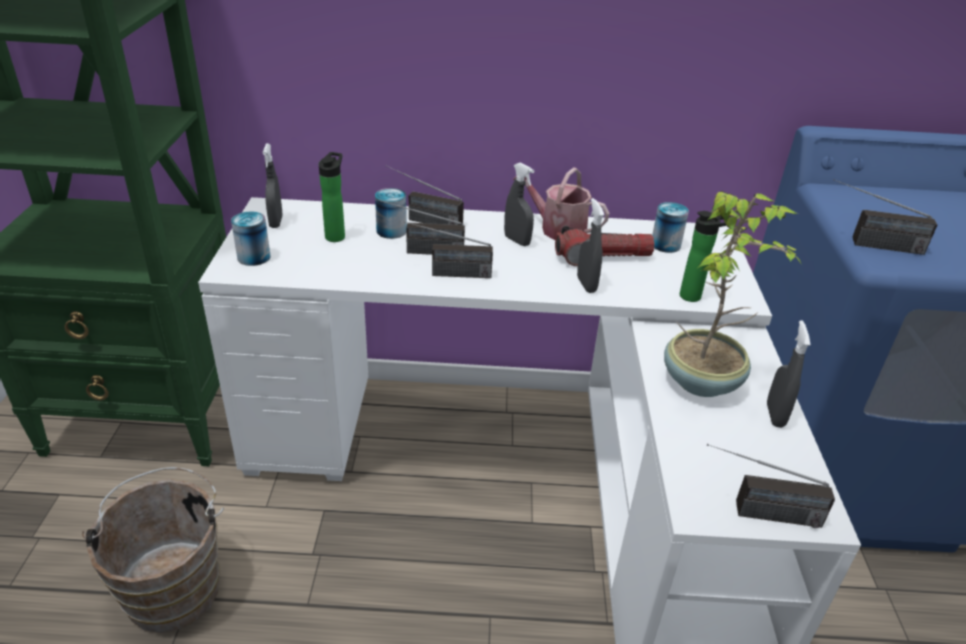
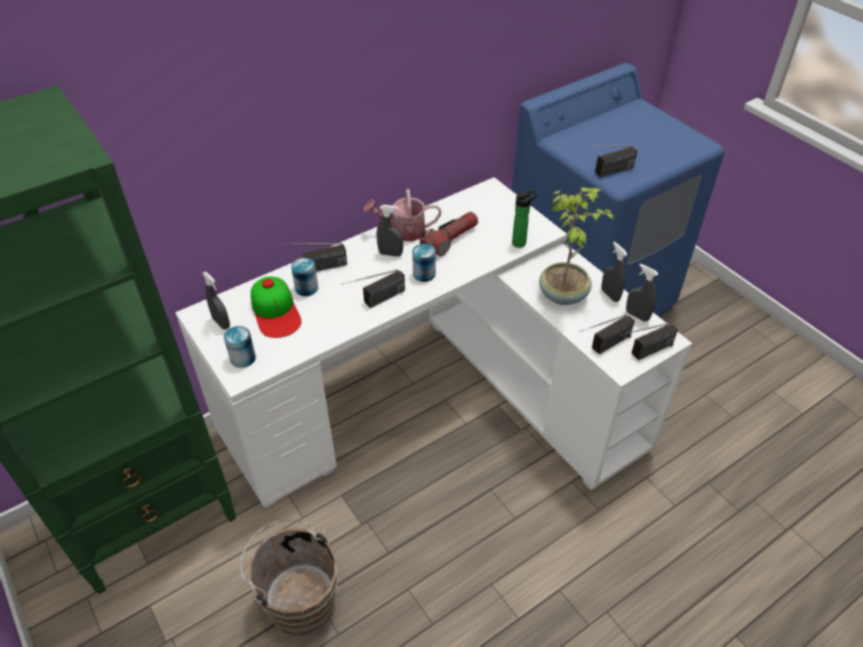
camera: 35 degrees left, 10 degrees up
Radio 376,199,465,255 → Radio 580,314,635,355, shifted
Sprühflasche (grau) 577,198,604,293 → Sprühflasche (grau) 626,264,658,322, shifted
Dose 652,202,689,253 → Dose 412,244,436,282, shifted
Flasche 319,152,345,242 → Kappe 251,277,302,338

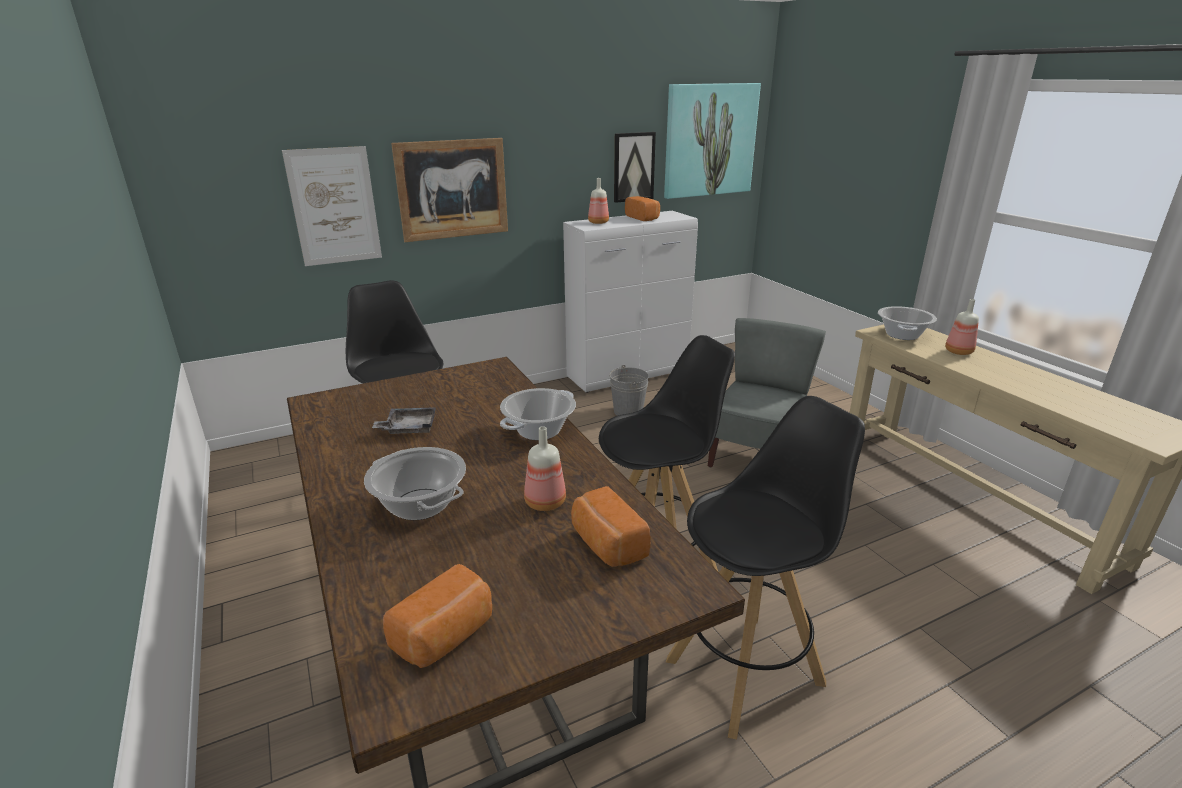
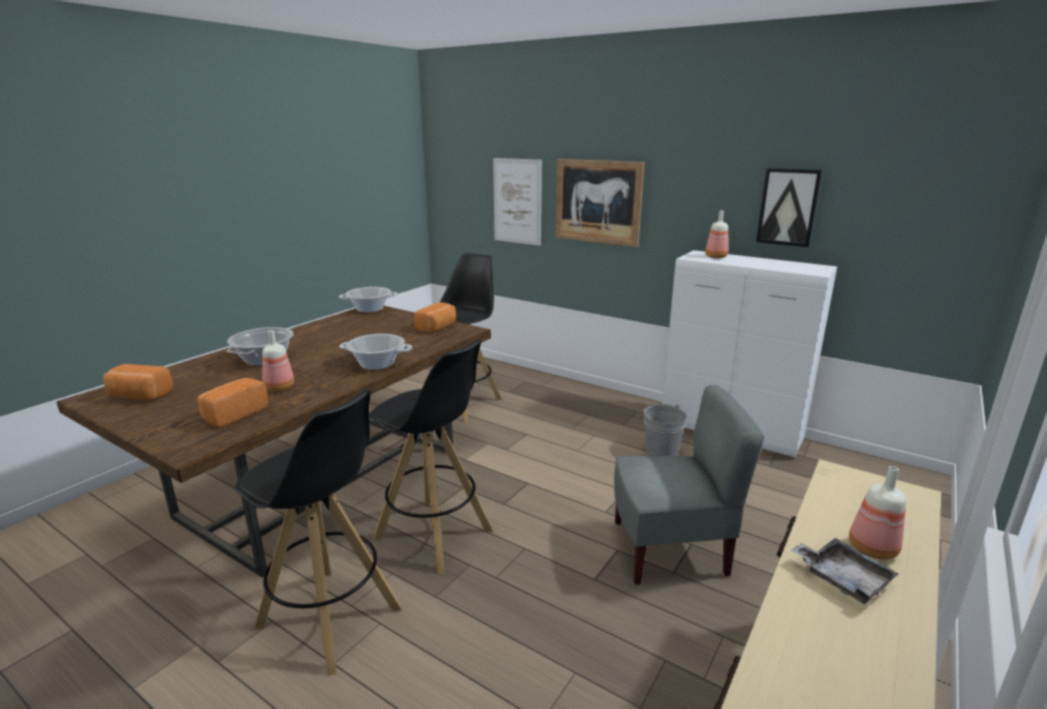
camera: 60 degrees right, 5 degrees down
Bild 664,83,761,199 → -
Tablett (grau) 372,407,436,434 → Tablett (grau) 791,538,899,604, shifted
Brot 625,196,660,221 → Brot 415,302,456,333, shifted
Kochtopf 878,306,937,340 → Kochtopf 339,287,398,313, shifted

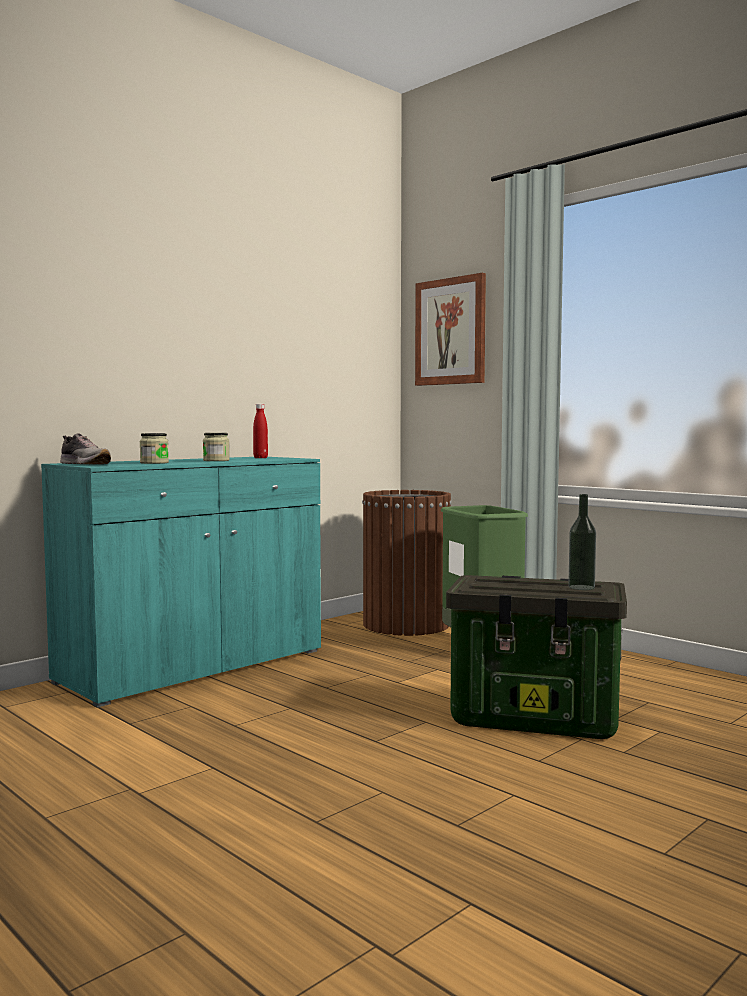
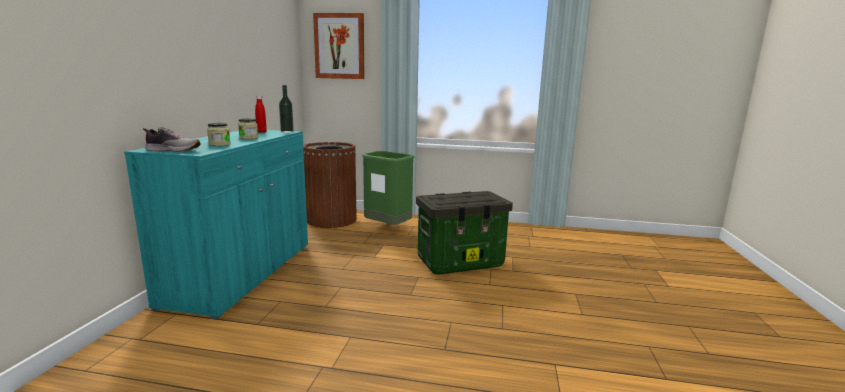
camera: 35 degrees left, 10 degrees up
Flasche 568,494,596,590 → Flasche 279,85,294,133, shifted

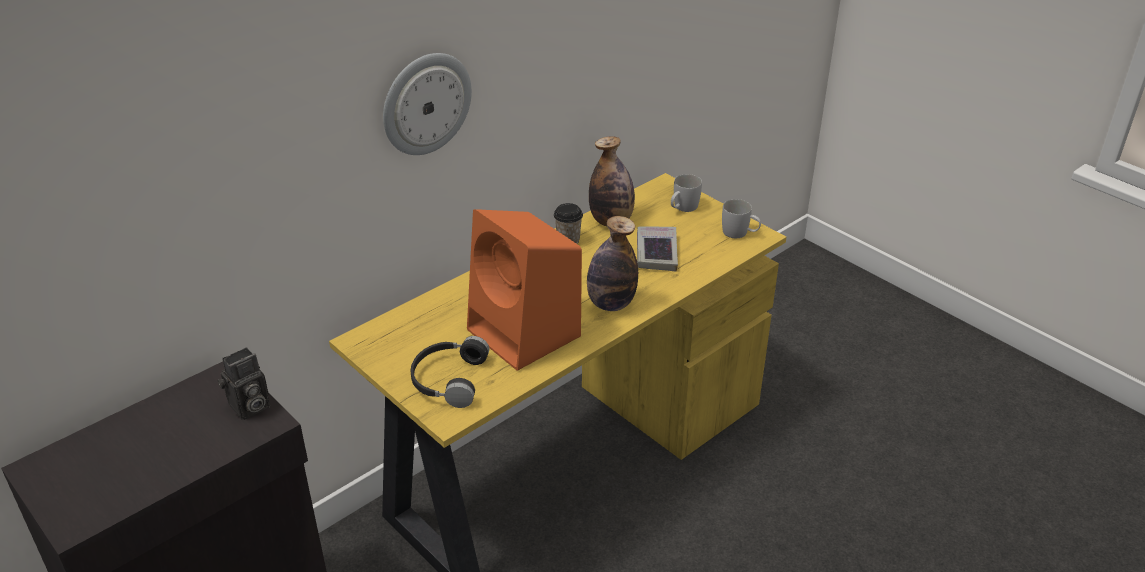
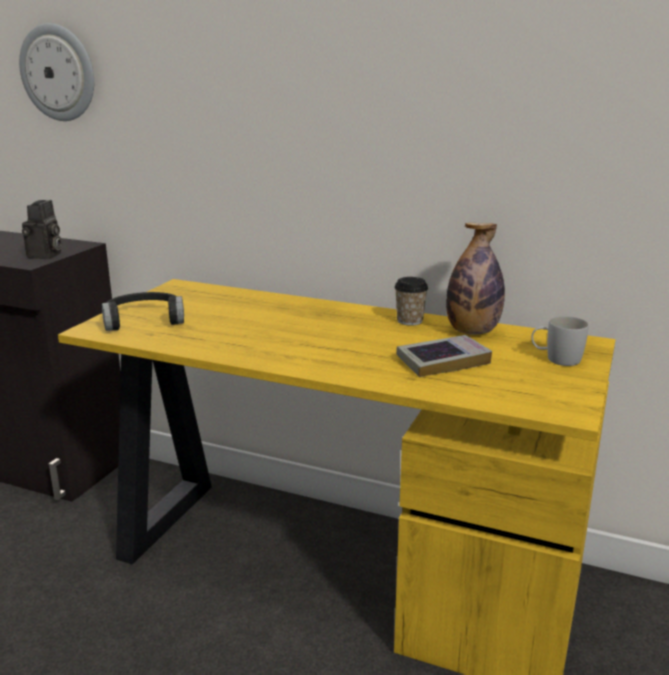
camera: 65 degrees right, 15 degrees down
Lautsprecher (orange) 467,209,582,371 → -
Flasche 587,216,638,311 → -
Henkelbecher (weiß) 722,199,761,238 → -
Wanduhr 383,53,472,155 → Wanduhr 19,23,94,121, shifted
Kamera 218,347,270,420 → Kamera 22,200,62,259, 105 degrees counterclockwise

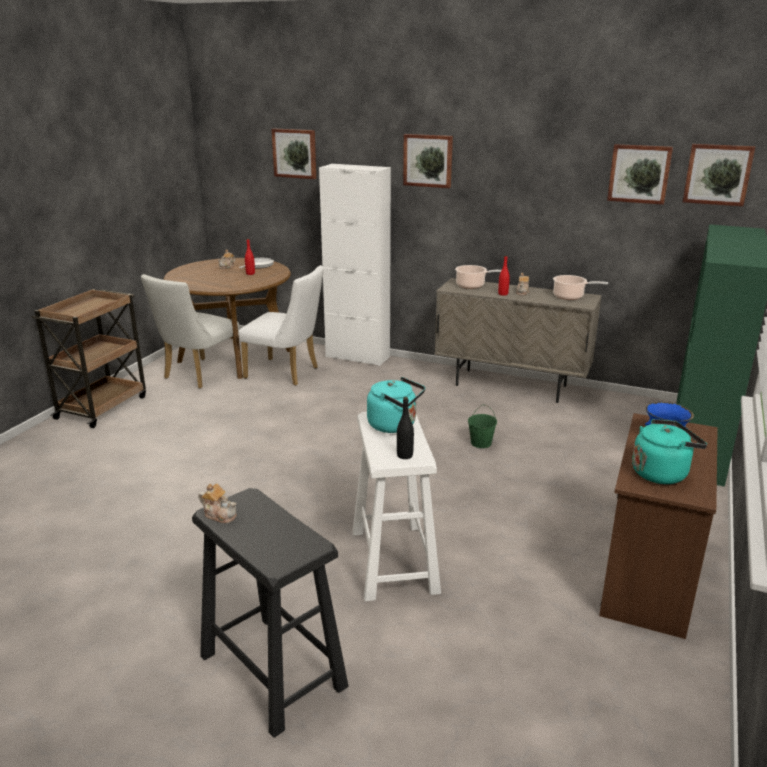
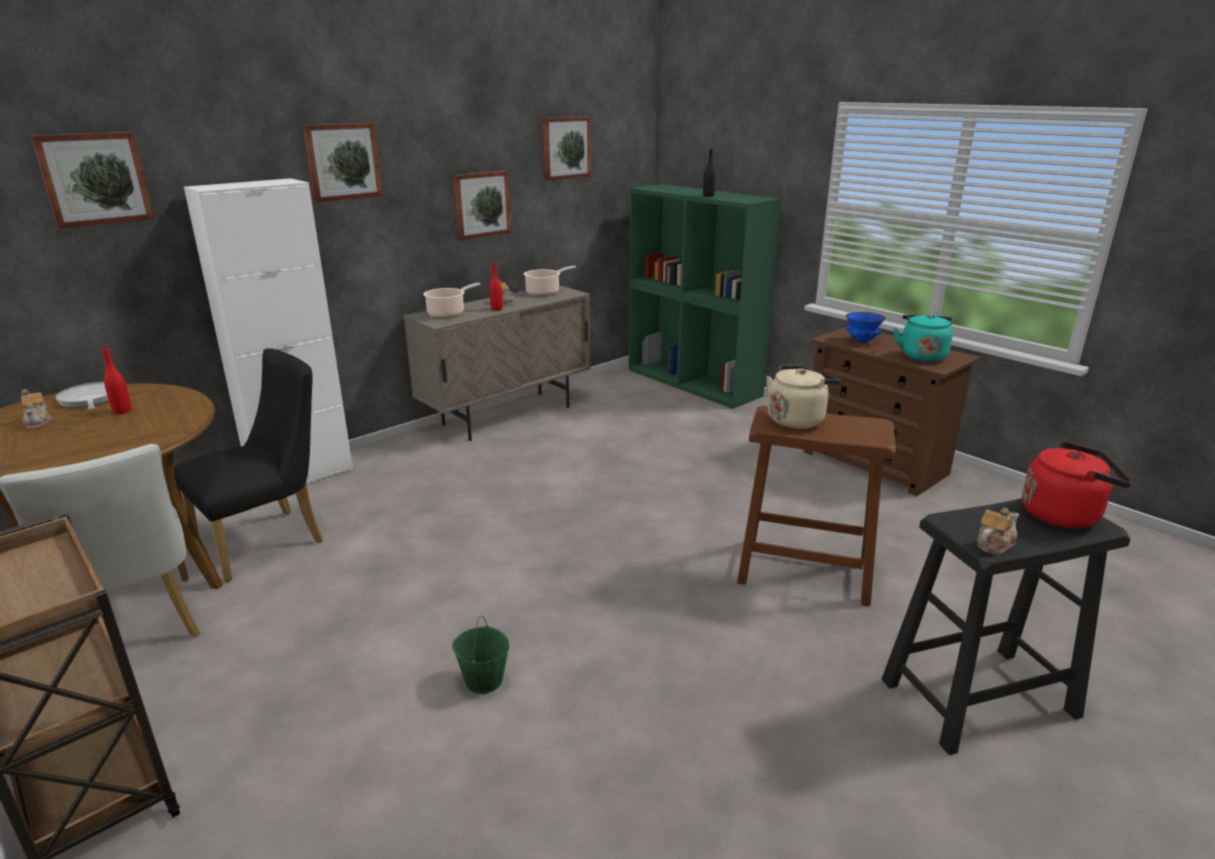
camera: 65 degrees left, 0 degrees up
- → Wasserkessel (rot) 1022,442,1132,528
Flasche (schwarz) 397,397,414,459 → Flasche (schwarz) 703,148,716,197, shifted
Eimer (grün) 468,404,497,448 → Eimer (grün) 452,616,510,694, shifted
Bild 683,144,755,206 → Bild 453,171,512,240, shifted
Stuhl (weiß) 238,265,324,386 → Stuhl (schwarz) 174,348,323,582
Hocker (weiß) 353,412,441,601 → Hocker (braun) 737,406,896,606
Wasserkessel (türkis) 367,377,425,433 → Wasserkessel (beige) 766,365,841,429

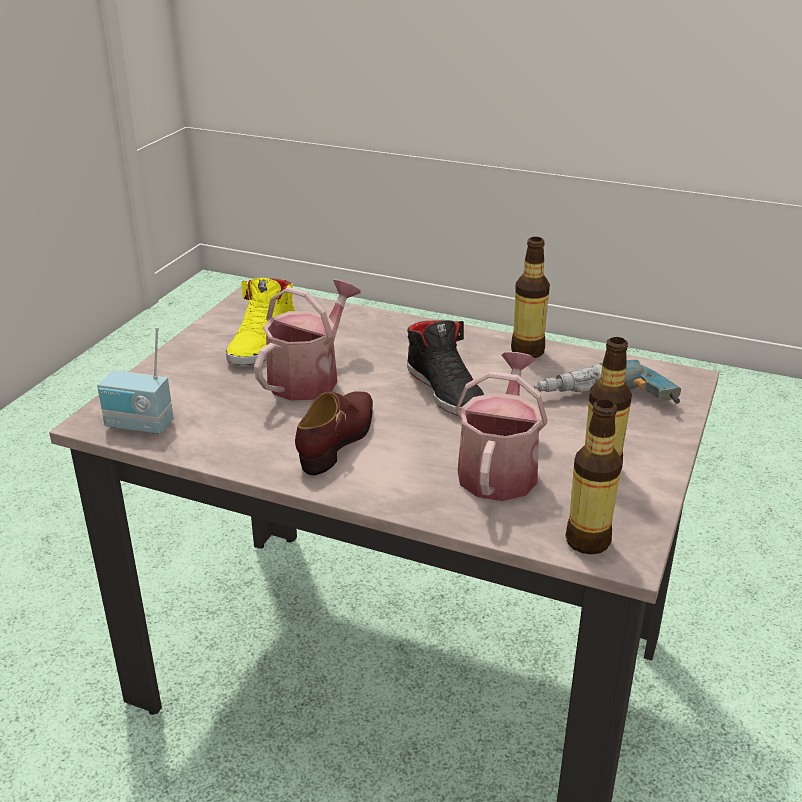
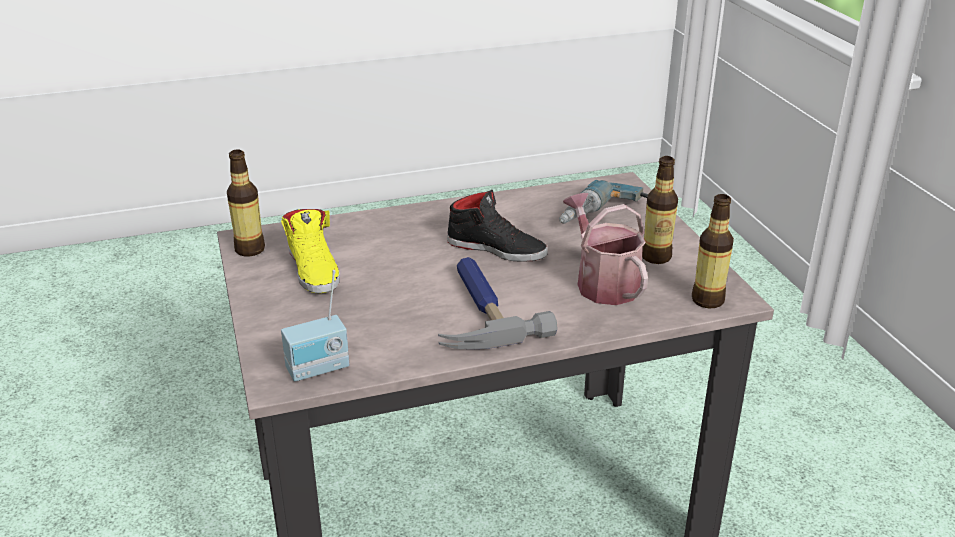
camera: 40 degrees left, 0 degrees up
Gießkanne 254,279,361,401 → -
Flasche 511,237,550,358 → Flasche 227,149,265,257, shifted
Schuh (braun) 295,391,373,475 → Hammer 438,257,558,349

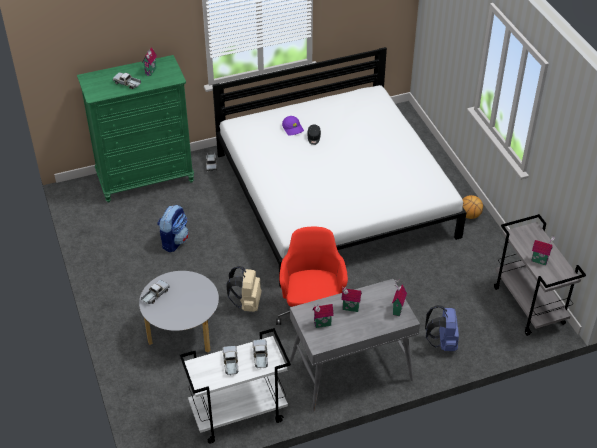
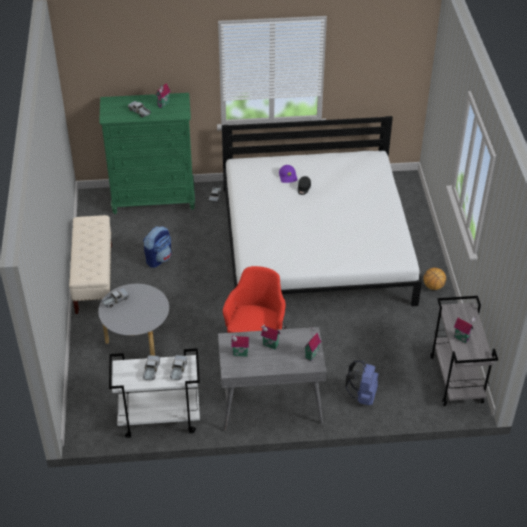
camera: 15 degrees right, 0 degrees up
Rucksack (beige) 226,266,262,312 → -
- → Bank (beige) 69,215,112,314

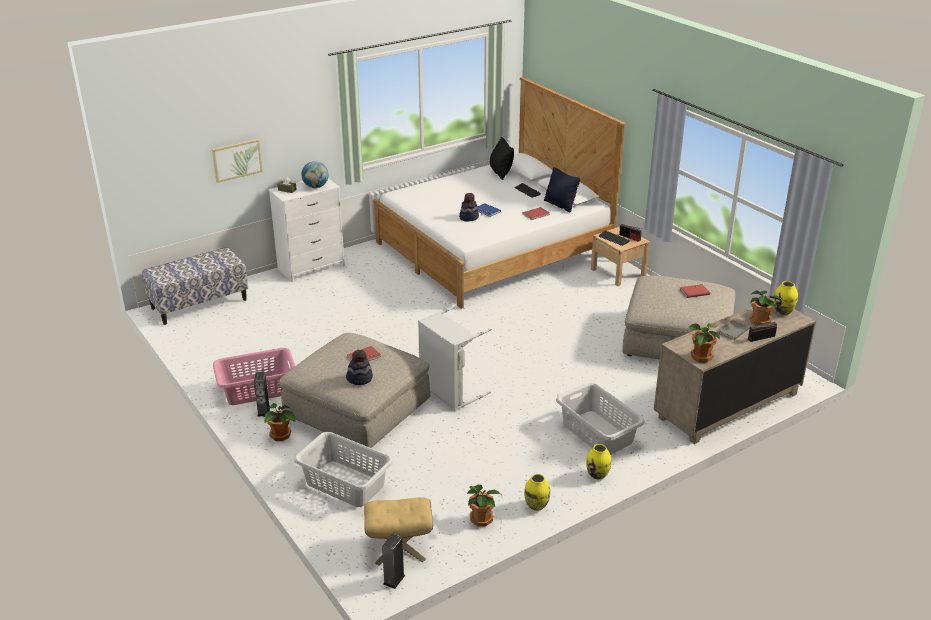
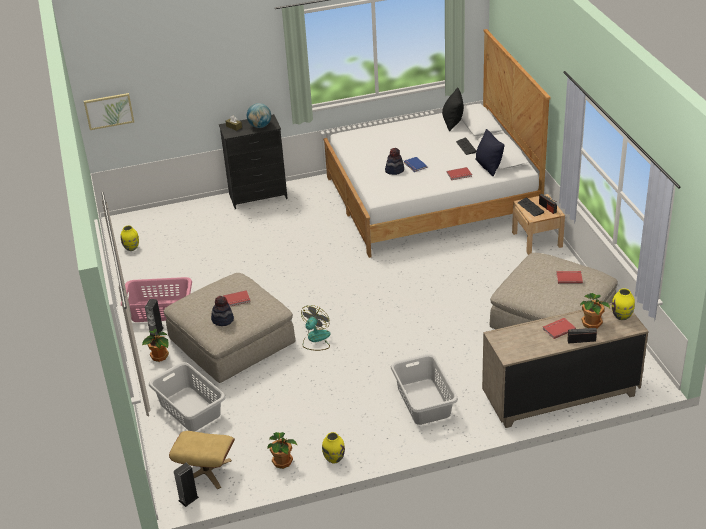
camera: 20 degrees right, 5 degrees up
Bank 142,247,248,325 → -
Topfpflanze 689,323,720,362 → -
Bild 212,139,263,183 → Bild 84,93,134,130, shifted
Vase (gelb) 586,444,611,480 → Vase (gelb) 120,226,139,251, shifted
Wäschekorb (grau) 418,306,492,411 → Ventilator 301,305,330,351
Kommode (weiß) 268,179,345,282 → Kommode (schwarz) 219,114,288,209
Buch (grau) 717,320,749,340 → Buch (rot) 543,318,576,339

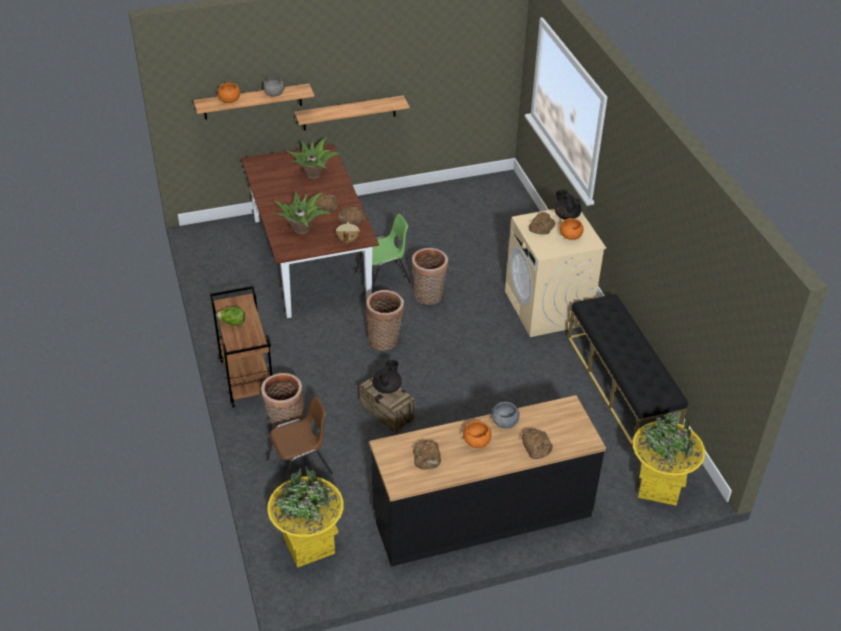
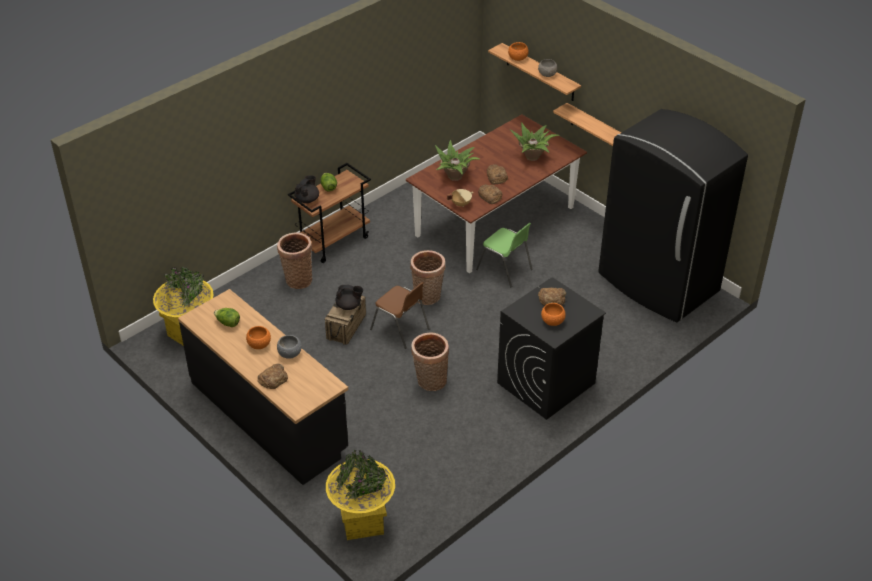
camera: 65 degrees right, 0 degrees up
Bank (schwarz) 567,294,688,449 → -
- → Kühlschrank (schwarz) 598,109,748,322
Stuhl (braun) 266,396,333,482 → Stuhl (braun) 370,282,430,349, shifted
Korb 412,248,448,305 → Korb 411,333,449,391, shifted
Teekanne (schwarz) 555,189,582,220 → Teekanne (schwarz) 294,175,319,203, shifted
Brot 413,440,441,470 → Salatkopf 214,308,240,327
Waschmaschine (beige) 505,209,606,337 → Waschmaschine (schwarz) 497,277,606,420

